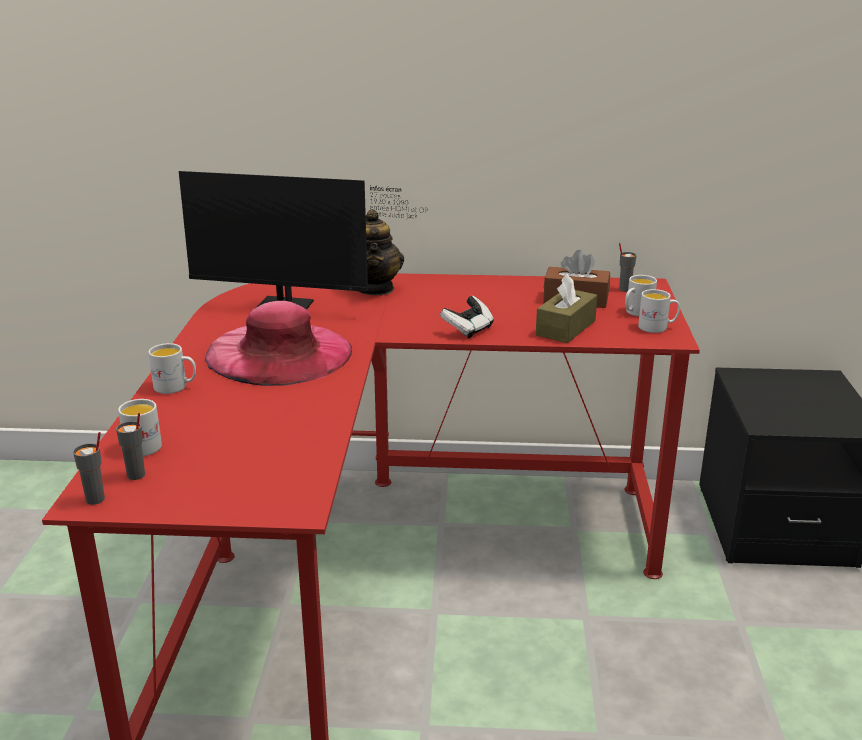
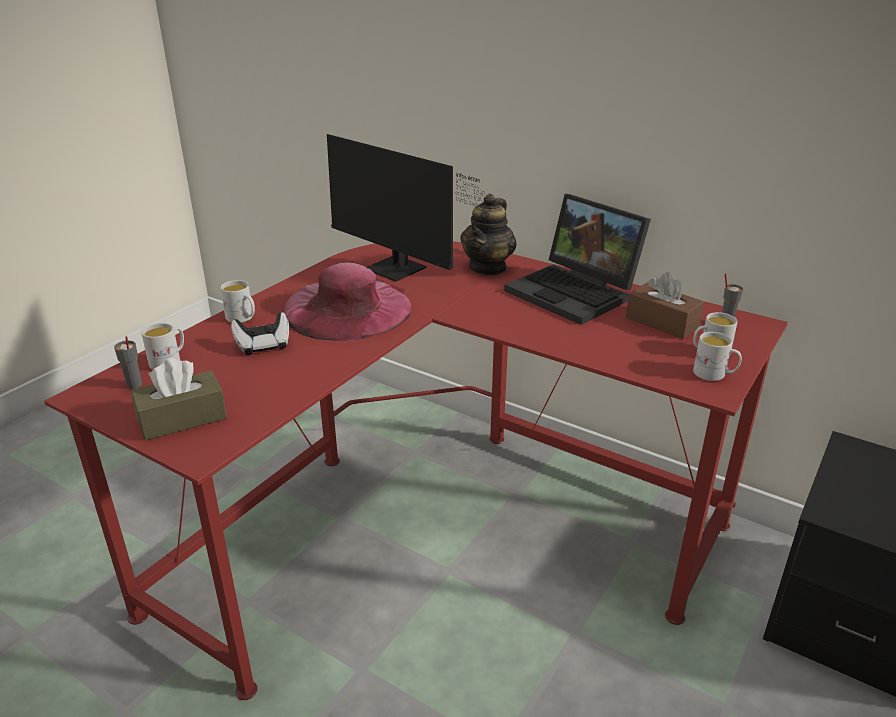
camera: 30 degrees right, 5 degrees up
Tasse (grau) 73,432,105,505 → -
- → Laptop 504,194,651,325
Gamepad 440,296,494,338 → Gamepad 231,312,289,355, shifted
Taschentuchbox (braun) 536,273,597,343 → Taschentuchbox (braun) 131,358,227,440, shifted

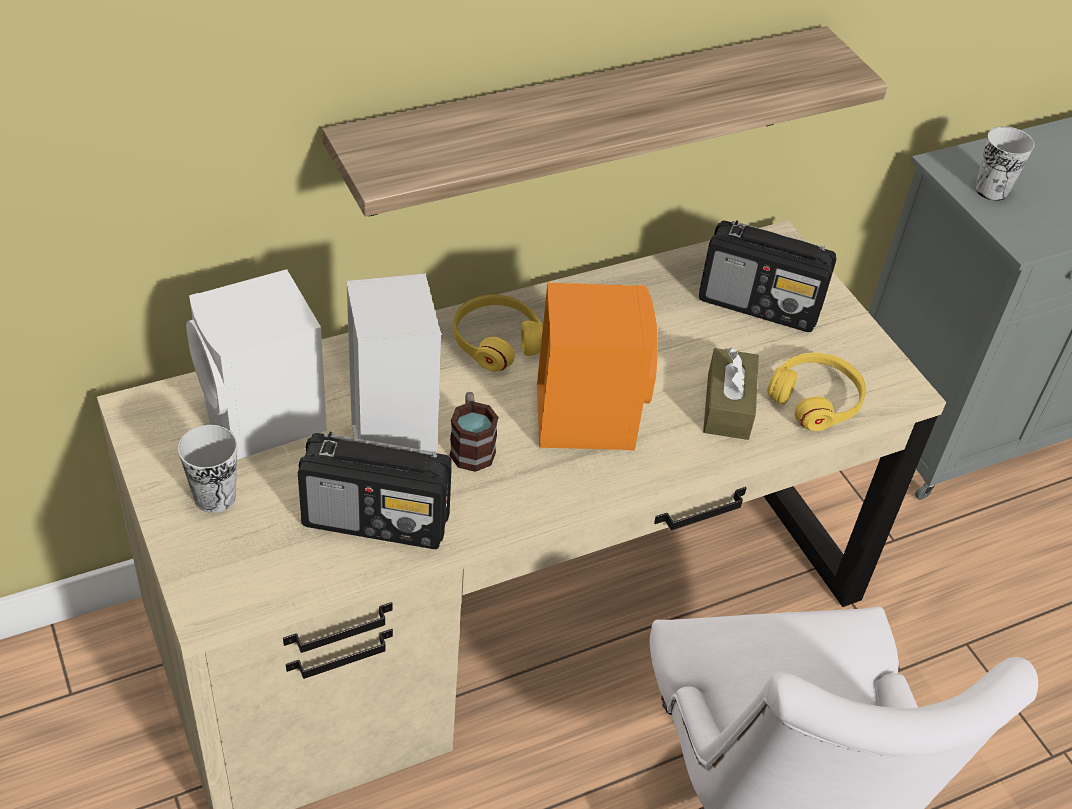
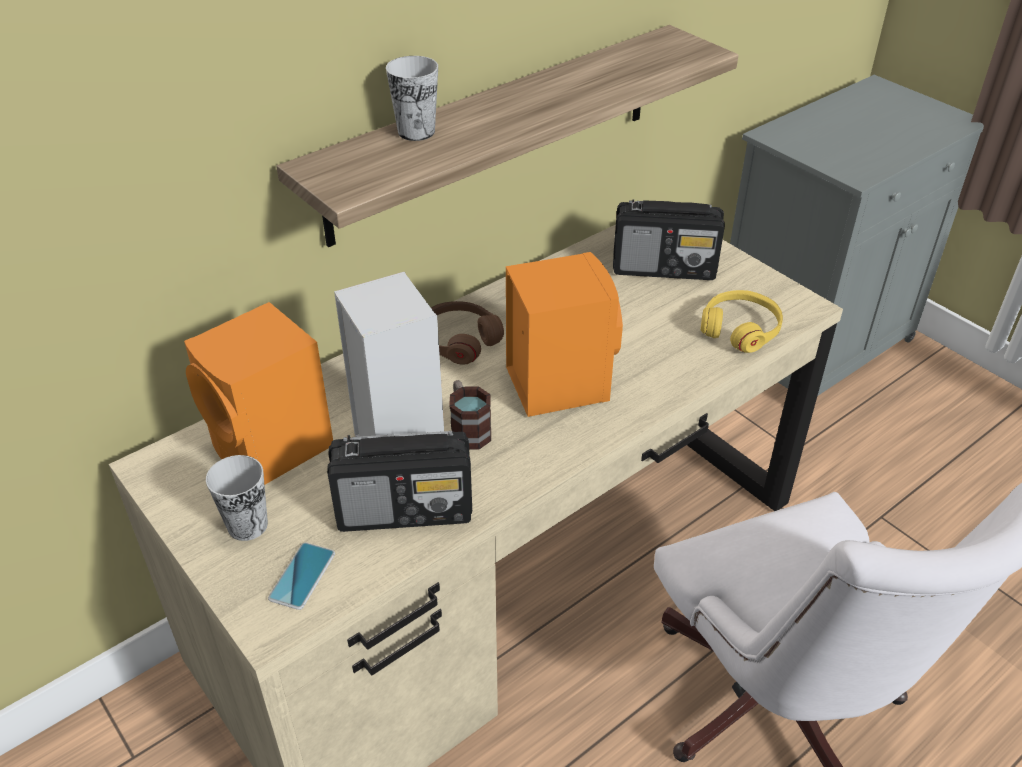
camera: 10 degrees left, 5 degrees down
Taschentuchbox (braun) 703,348,759,440 → -
- → Handy 268,543,335,610
Tasse 975,126,1035,201 → Tasse 386,56,438,141, shifted
Lautsprecher (weiß) 186,269,327,460 → Lautsprecher (orange) 184,302,333,485
Kopfhörer (gelb) 453,294,543,371 → Kopfhörer (braun) 431,301,504,365

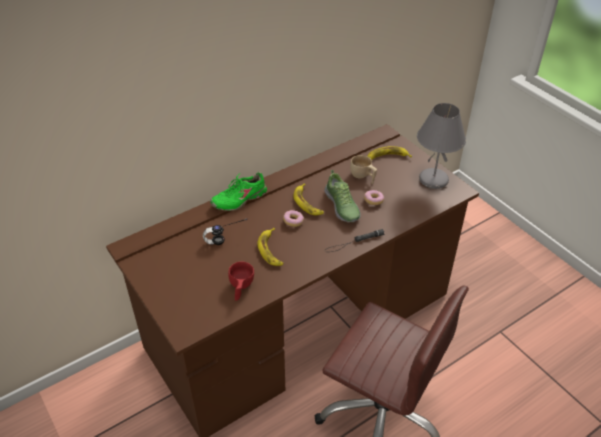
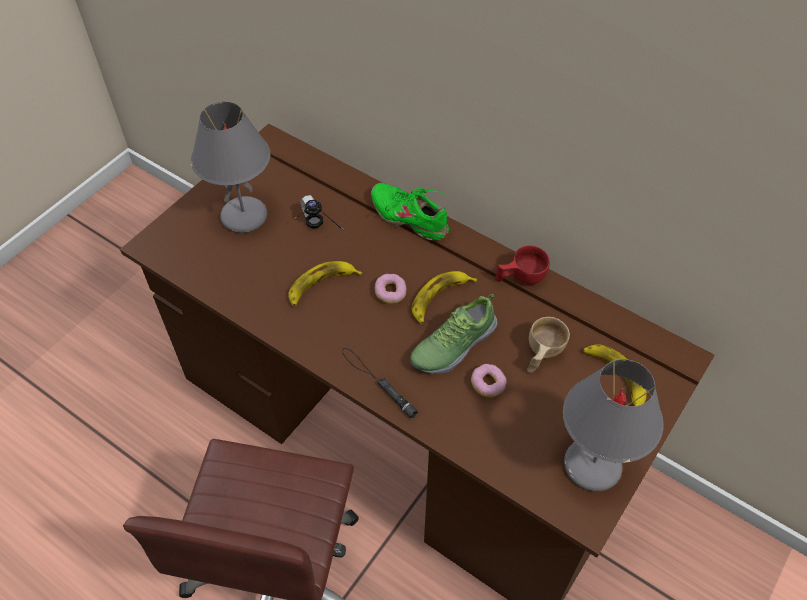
camera: 70 degrees right, 10 degrees up
- → Tischlampe (grau) 191,101,270,233
Tasse (rot) 228,261,254,301 → Tasse (rot) 495,245,550,285, shifted

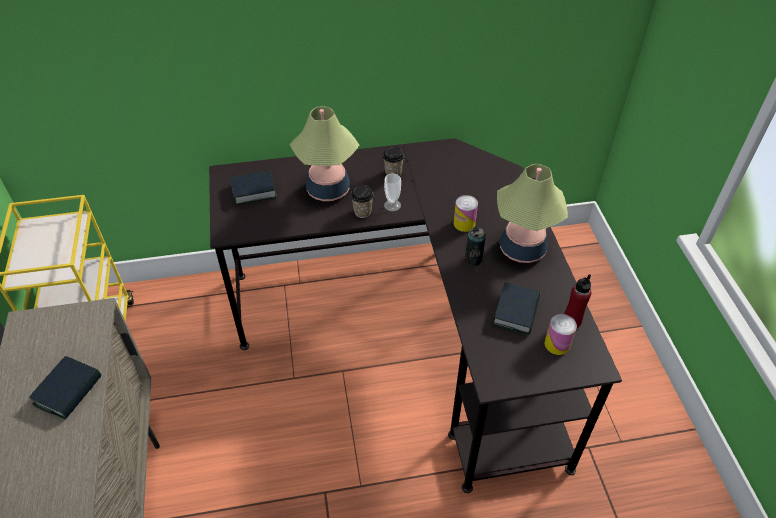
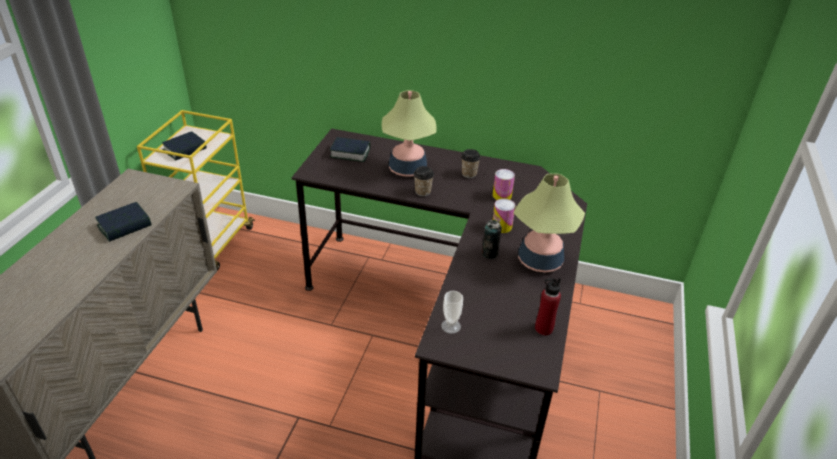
camera: 25 degrees right, 10 degrees down
Tasse 384,174,401,211 → Tasse 441,291,463,334, shifted
Buch 492,282,540,335 → Buch 162,131,207,160, shifted
Dose 545,314,577,355 → Dose 493,169,515,200, shifted

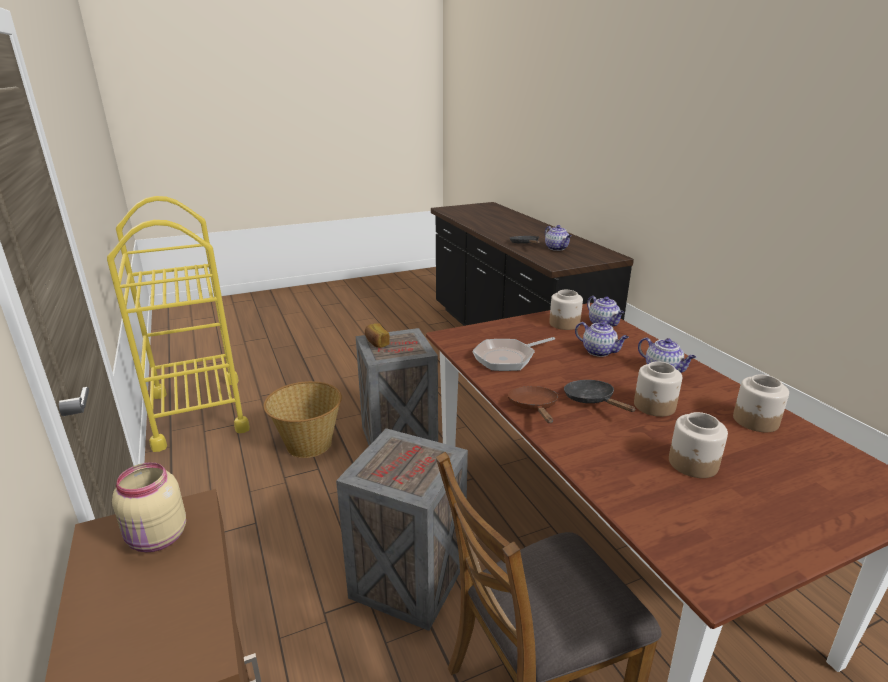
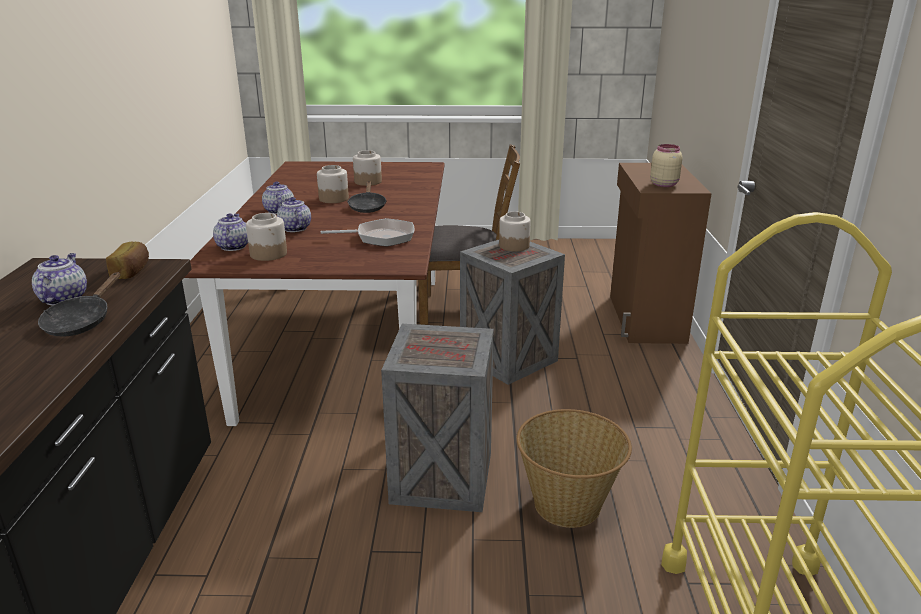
camera: 155 degrees left, 0 degrees up
Pfanne (braun) 508,386,558,423 → -
Brot 365,323,390,348 → Brot 106,242,149,279, shifted
Vorratsglas 733,374,789,432 → Vorratsglas 499,212,531,251, shifted

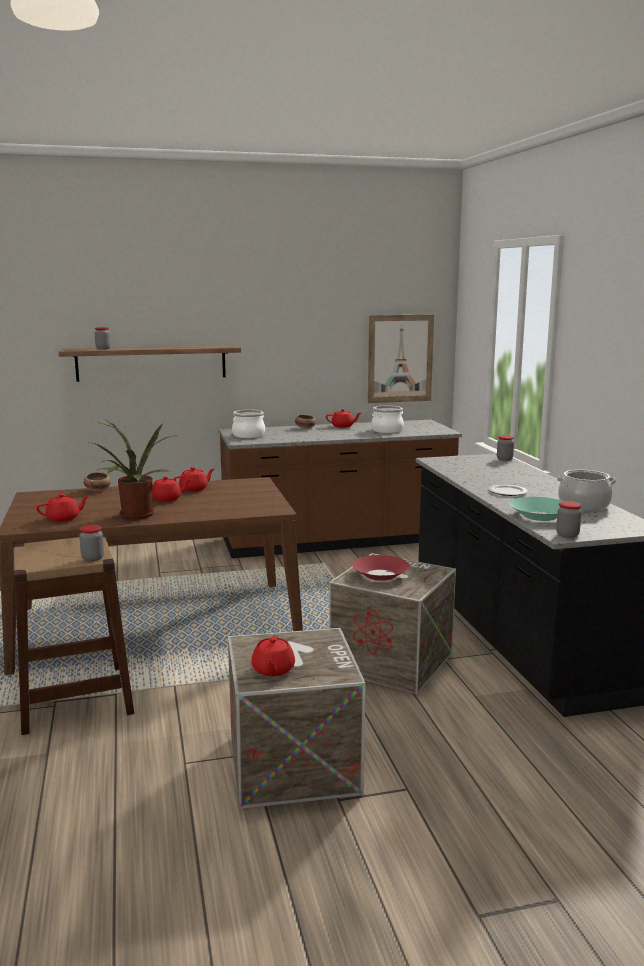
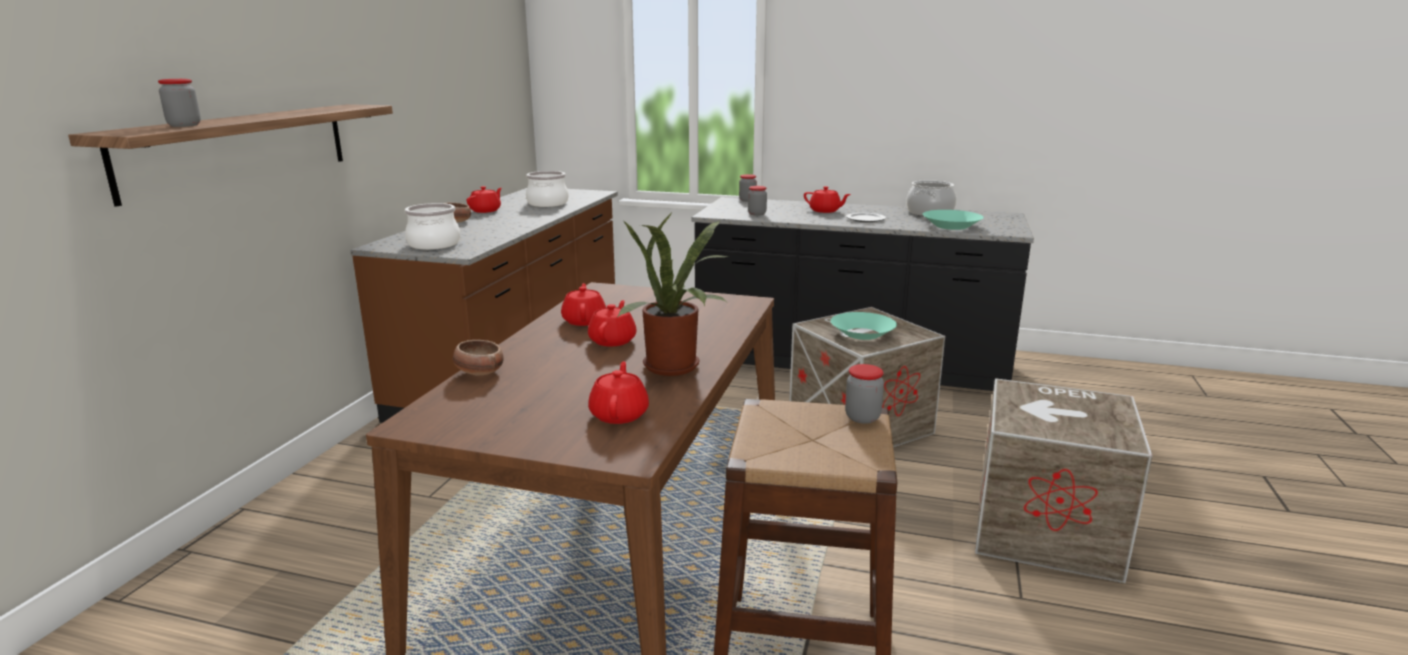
camera: 60 degrees left, 5 degrees up
Bild 368,314,434,403 → -
Teekanne (rot) 251,635,295,677 → Teekanne (rot) 804,186,851,213, shifted
Vorratsglas 556,501,582,538 → Vorratsglas 748,186,767,216, shifted
Schüssel (rot) 352,555,410,581 → Schüssel (türkis) 831,312,897,340

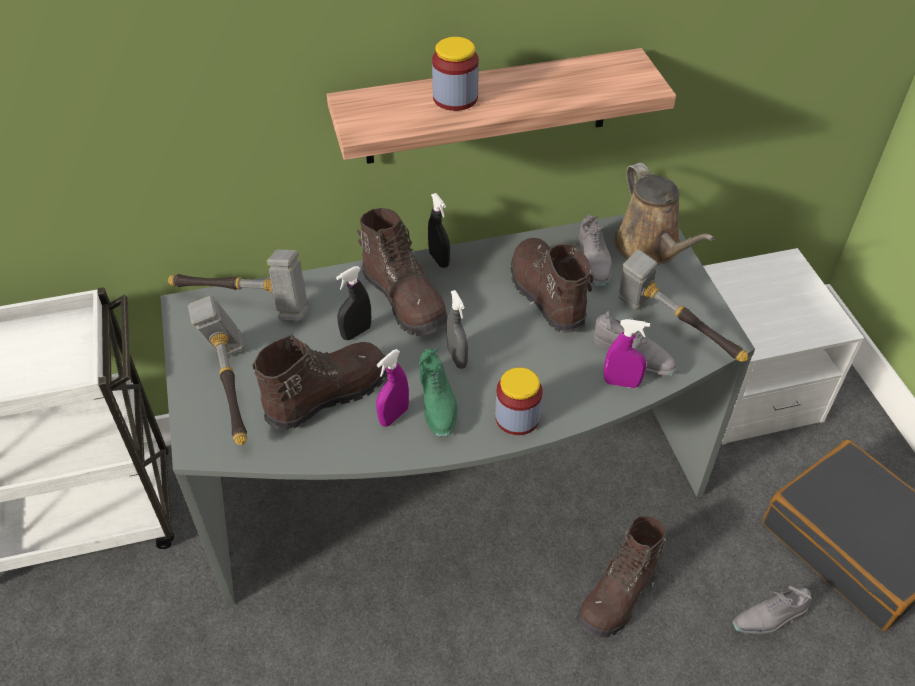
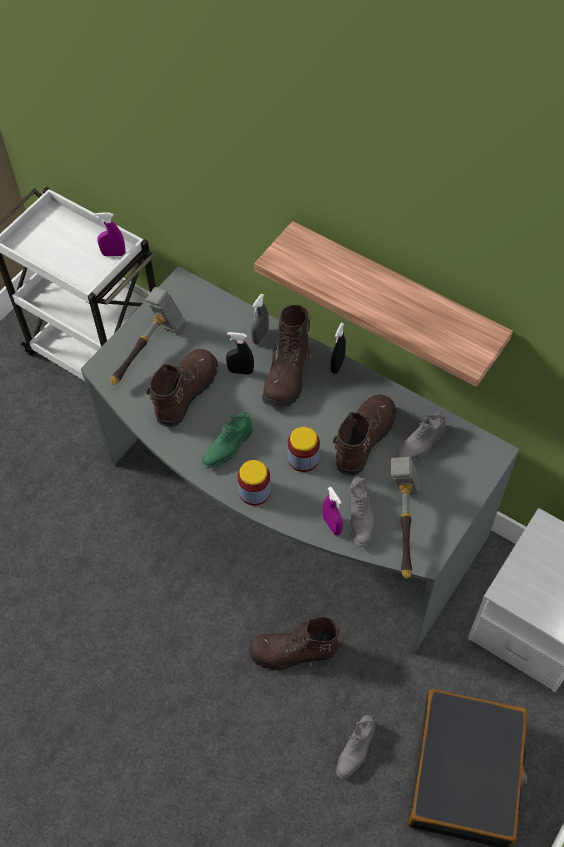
camera: 50 degrees right, 10 degrees up
Hammer 168,249,309,321 → -
Gießkanne (braun) 615,163,715,265 → -
Sprühflasche (lila) 376,349,409,427 → Sprühflasche (lila) 95,213,125,256, shifted
Vorratsglas 432,37,479,111 → Vorratsglas 288,427,320,472, shifted
Sprühflasche (grau) 447,290,468,369 → Sprühflasche (grau) 251,293,269,344, shifted
Stiefel (braun) 252,335,387,430 → Stiefel (braun) 146,349,218,427, 75 degrees counterclockwise
Schuh (grau) 732,586,811,635 → Schuh (grau) 336,715,375,779, 90 degrees counterclockwise

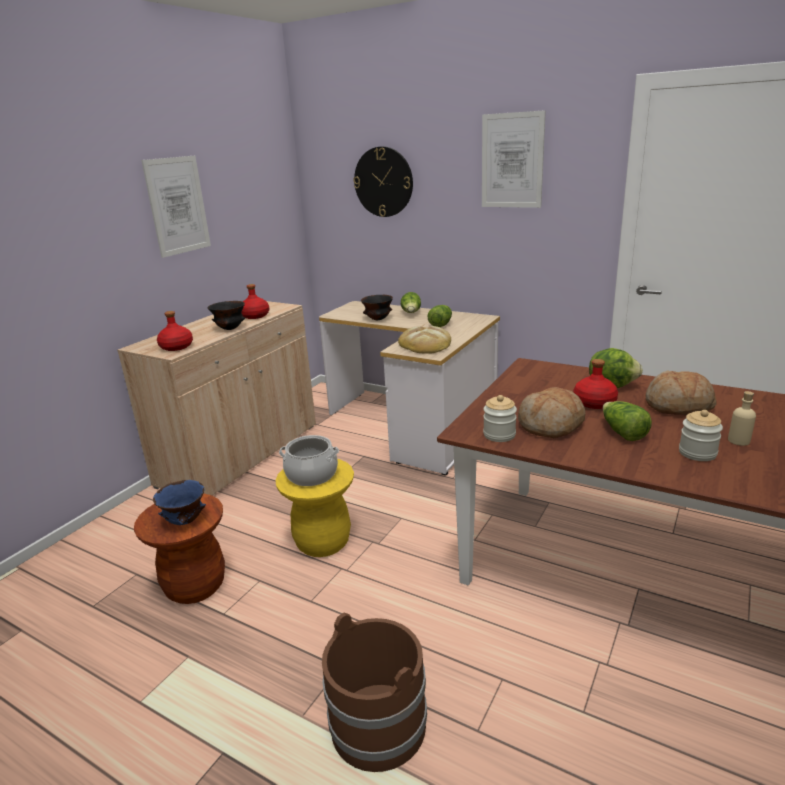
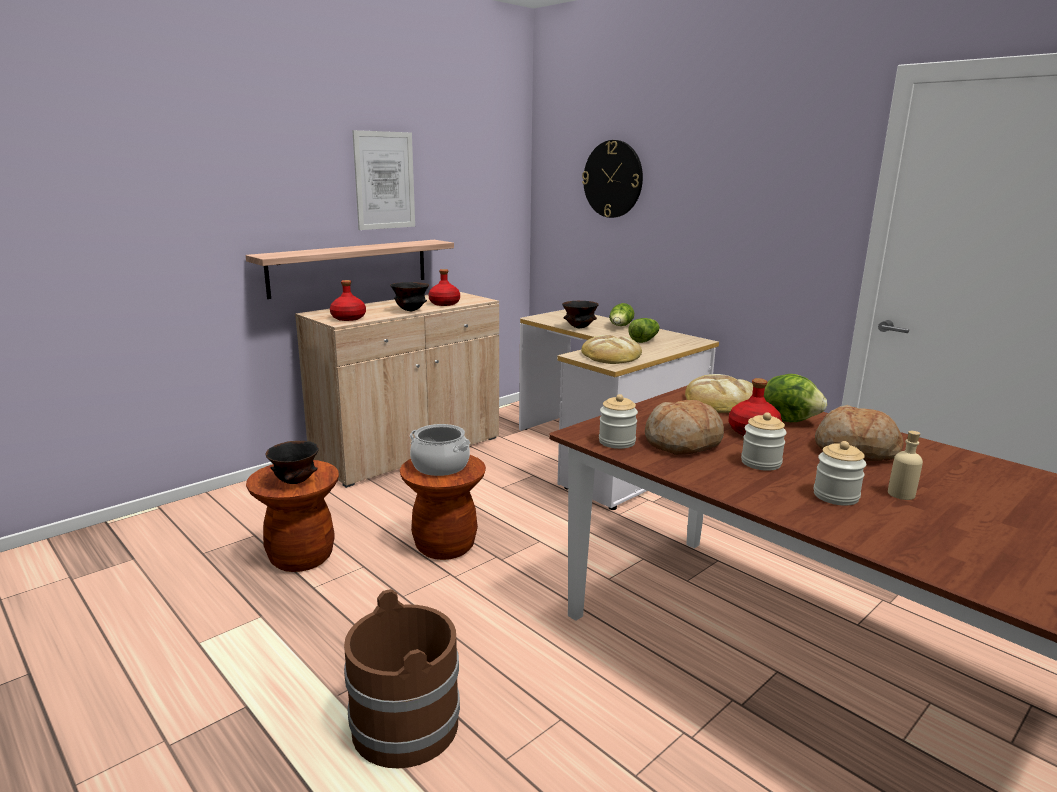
camera: 15 degrees right, 5 degrees down
Bild 482,110,546,208 → -
- → Wandregal 246,240,454,299
- → Brot 685,374,753,413
Salatkopf 603,401,652,441 → Vorratsglas 741,412,787,471
Schüssel (blau) 153,480,206,525 → Schüssel (schwarz) 266,441,319,484
Hocker (gelb) 275,459,354,557 → Hocker (braun) 400,455,486,560

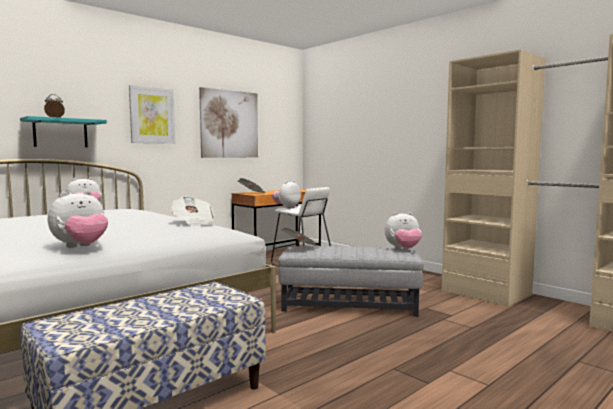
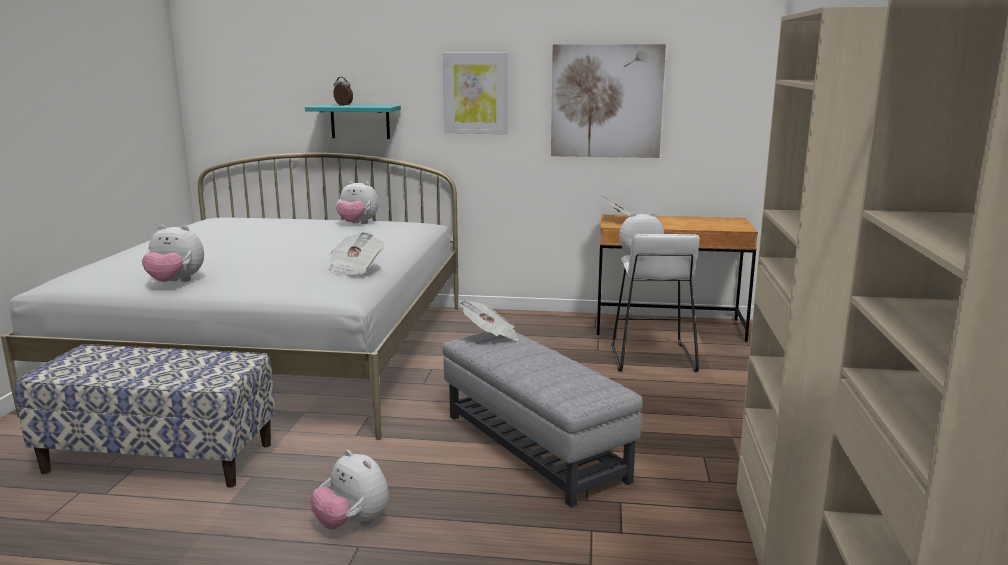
camera: 50 degrees right, 10 degrees up
Plüschtier 385,212,422,249 → Plüschtier 311,450,389,529, shifted

